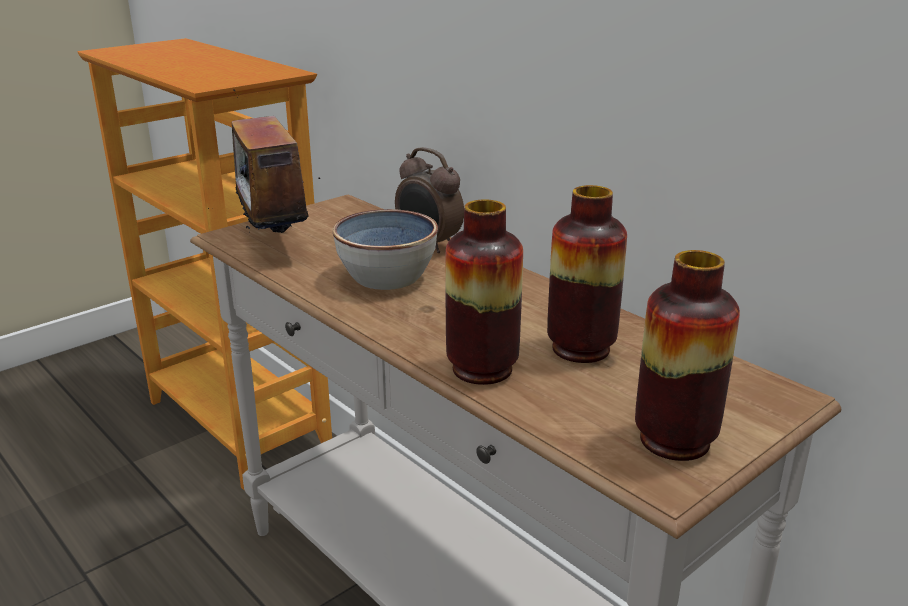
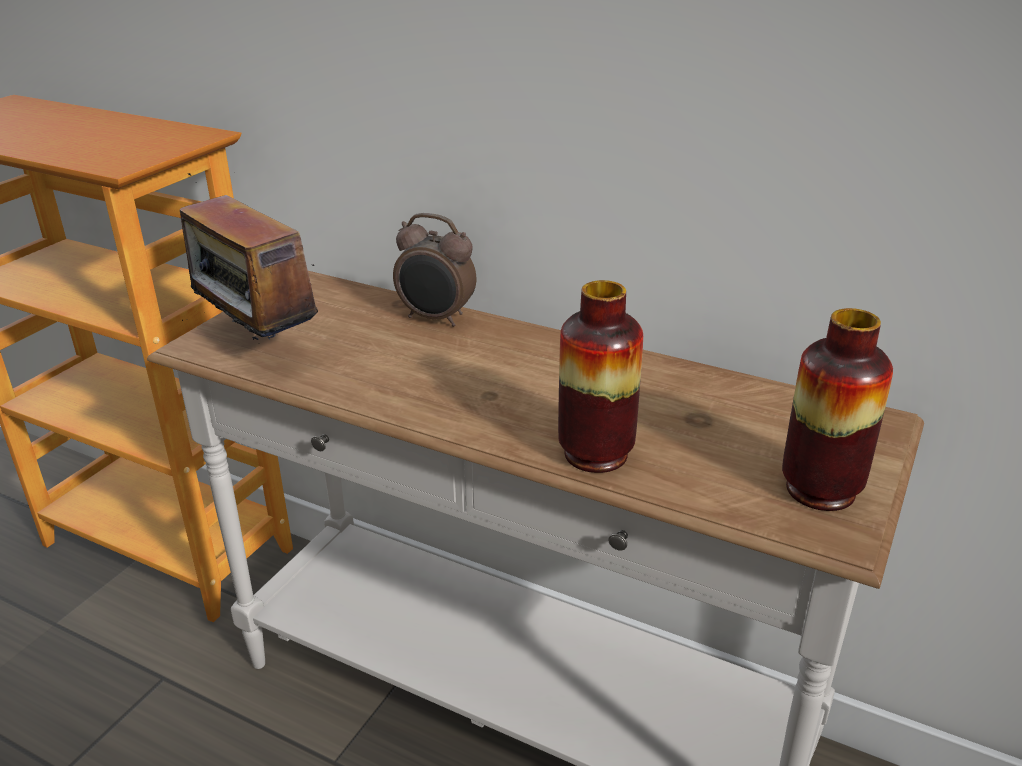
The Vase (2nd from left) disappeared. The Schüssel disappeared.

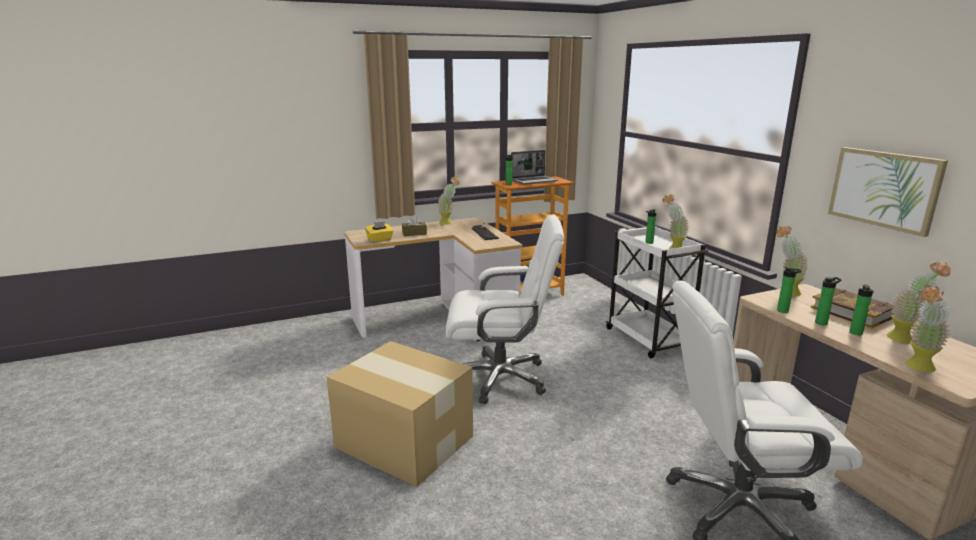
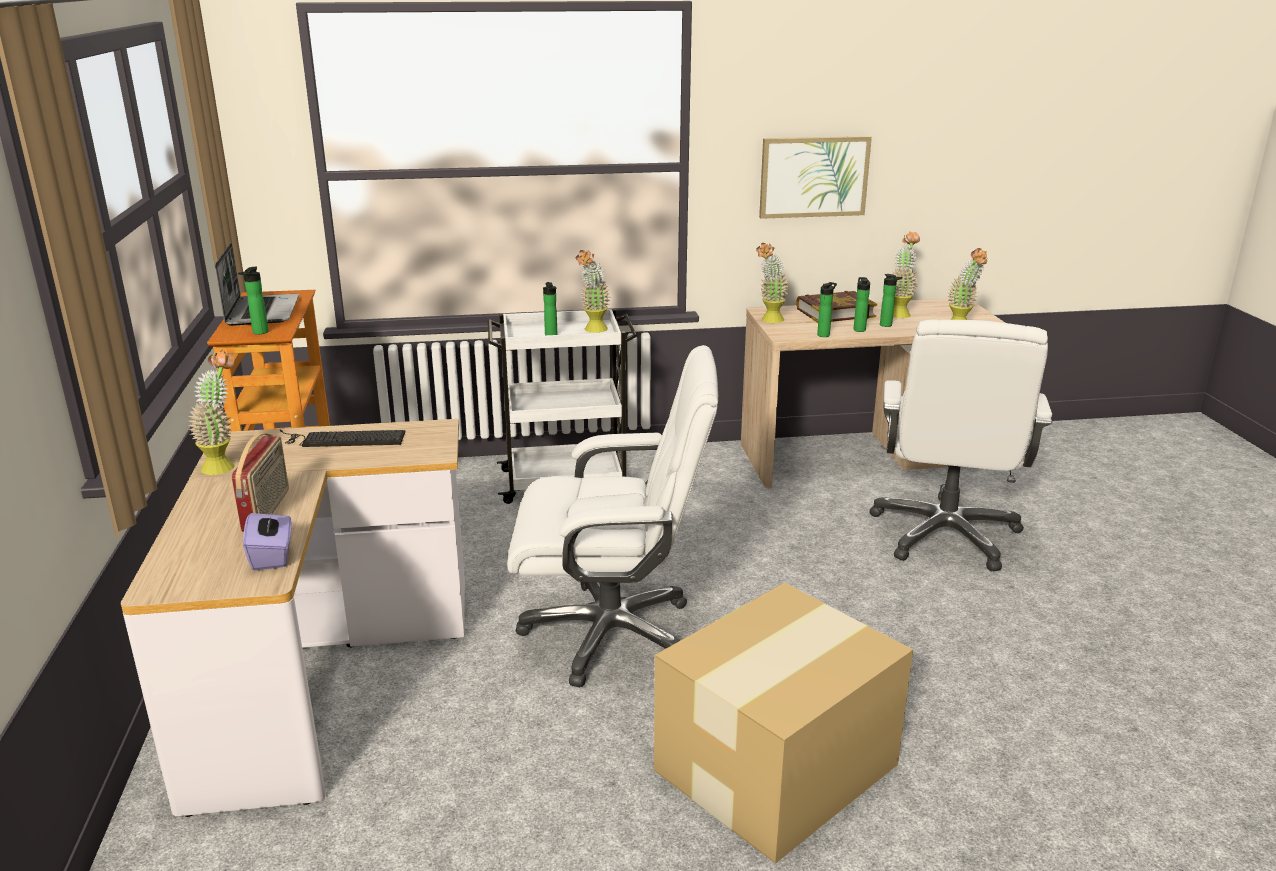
The Bürostuhl/weiß (1st from left) turned 75 degrees clockwise. The Taschentuchbox/braun was replaced by the Radio. The Taschentuchbox/gelb became the Taschentuchbox/lila.

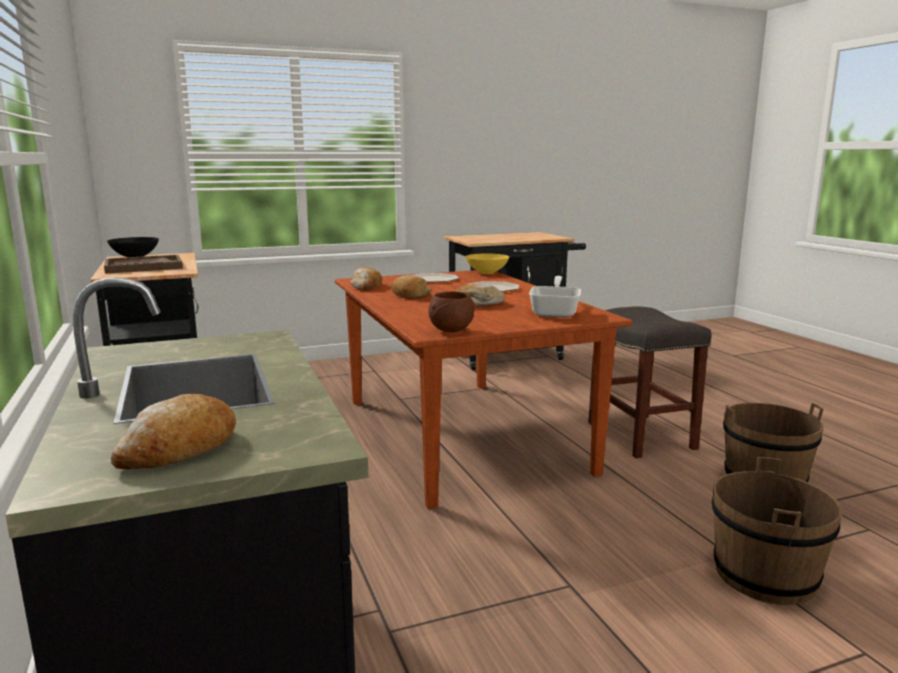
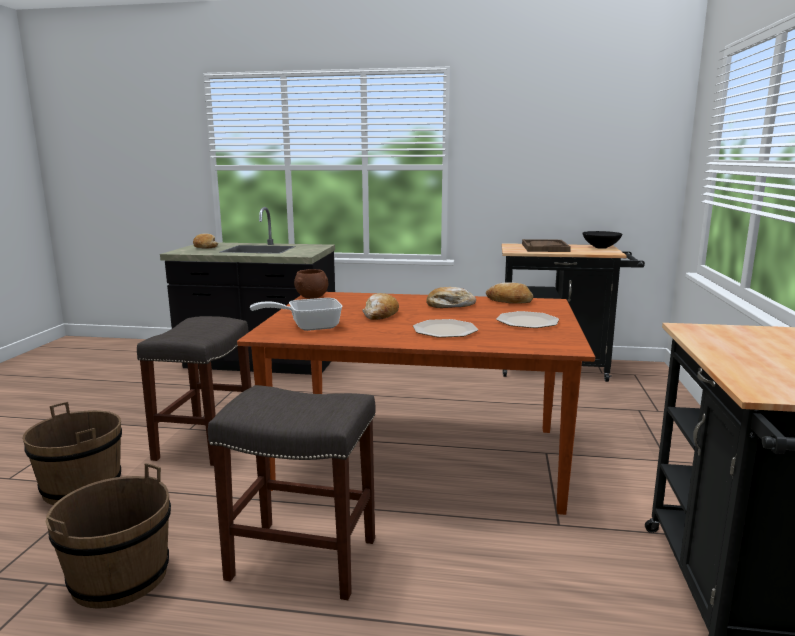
The Schüssel/gelb disappeared. The Pfanne turned 120 degrees clockwise. The Hocker/grau (1st from left) appeared.

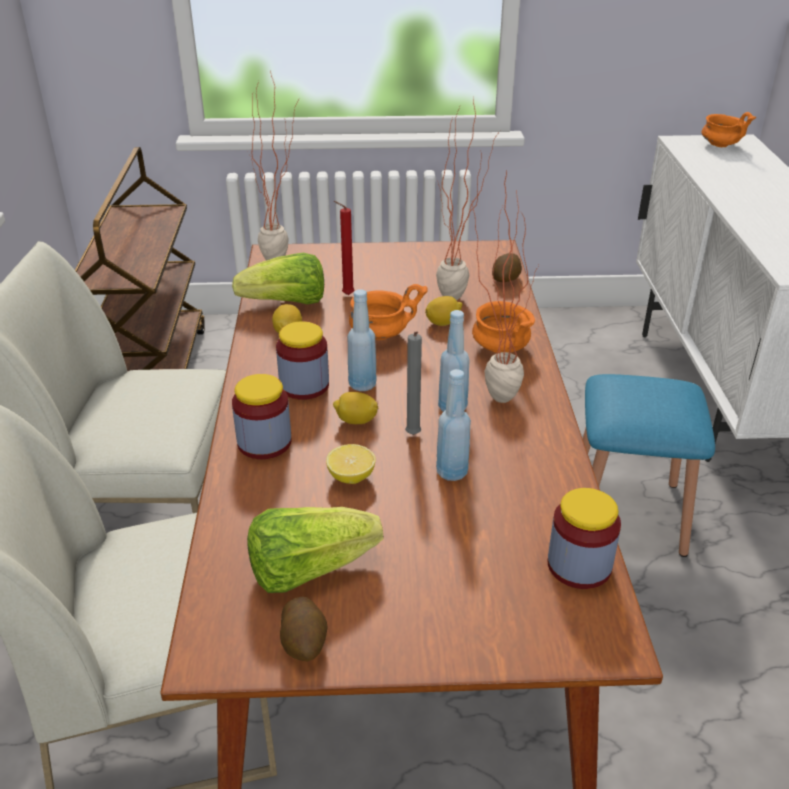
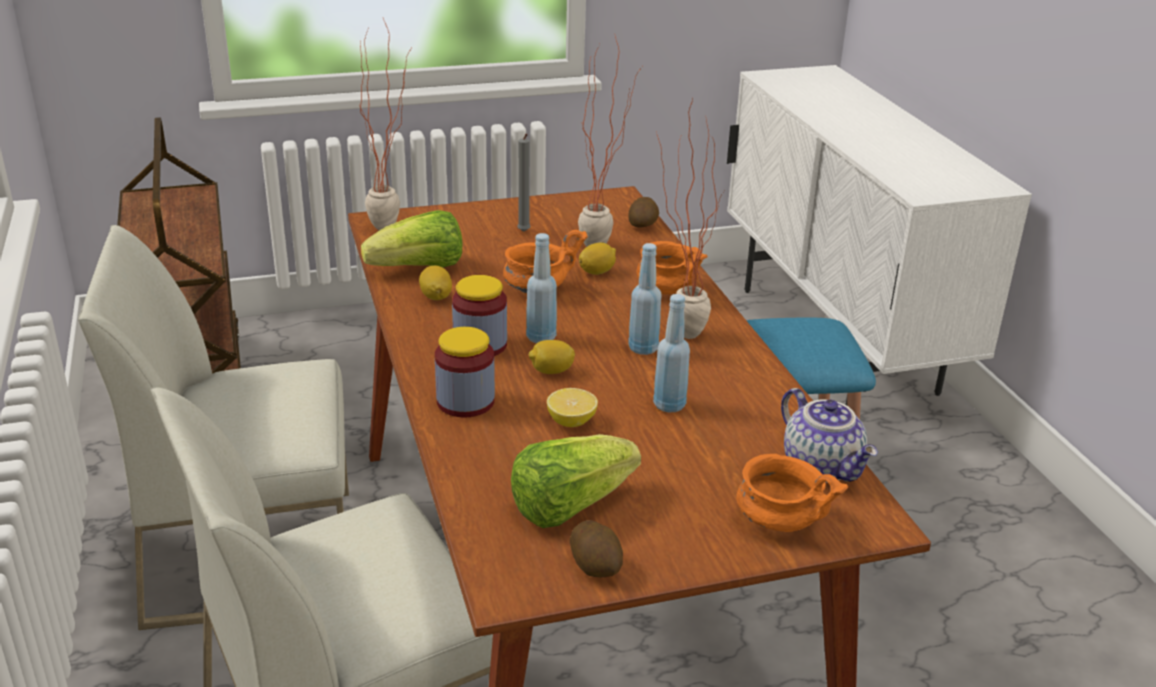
The Schüssel/orange (3rd from left) moved. The Kerze/rot disappeared. The Kerze/grau moved. The Vorratsglas (3rd from left) was replaced by the Teekanne.

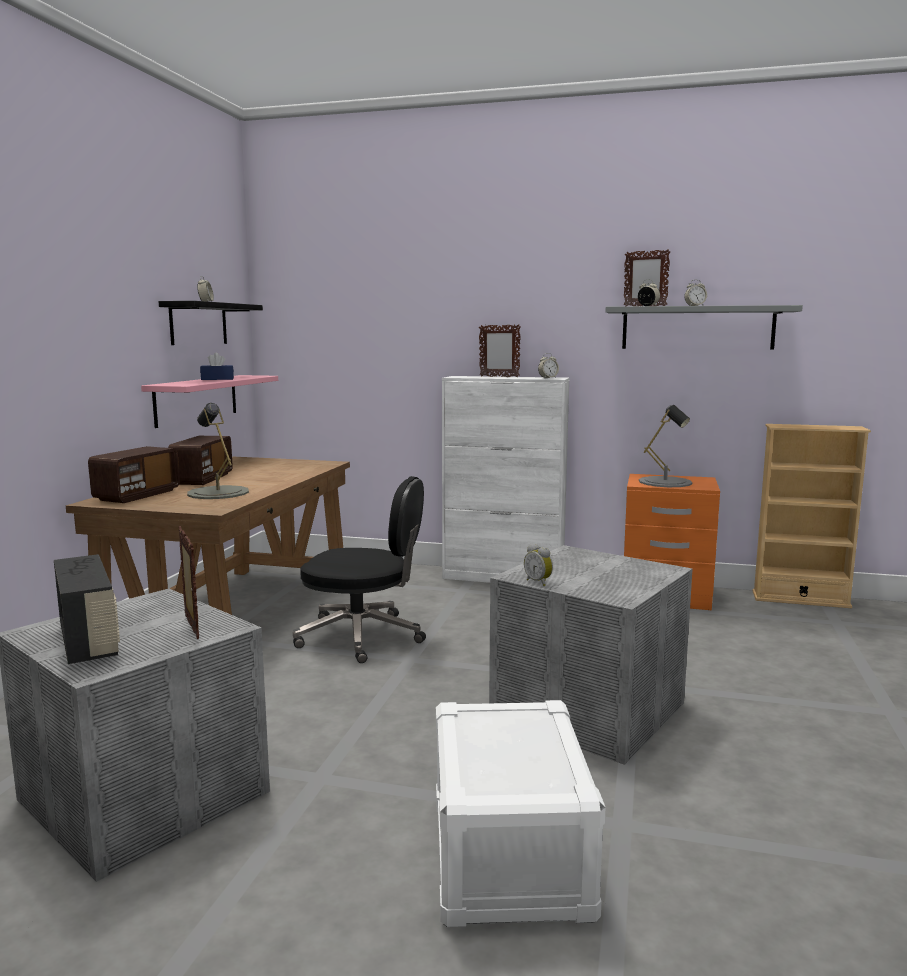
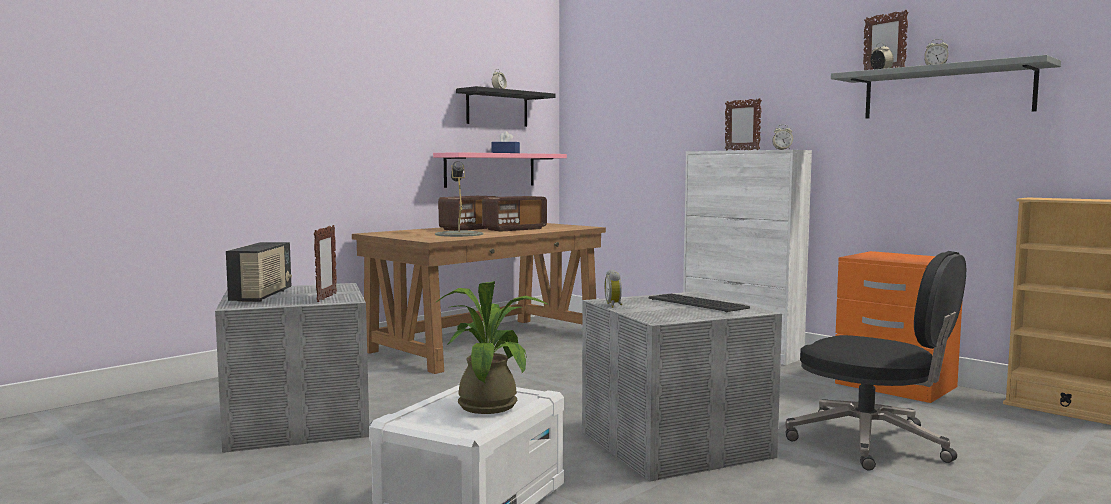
The Tischlampe/grau (2nd from left) disappeared. The Radio (2nd from left in the first image) moved. The Bürostuhl/schwarz moved. The Topfpflanze appeared. The Tastatur appeared.

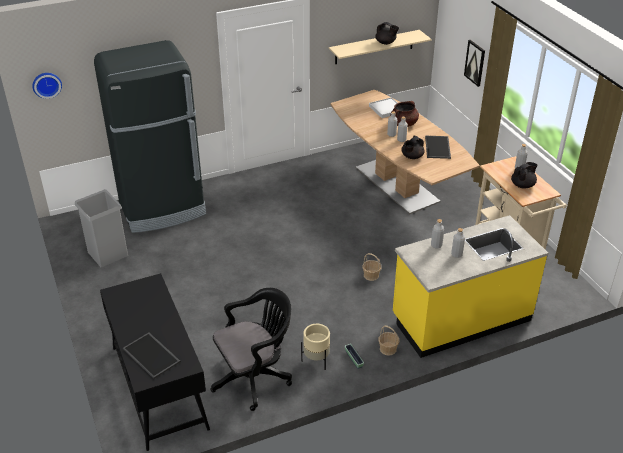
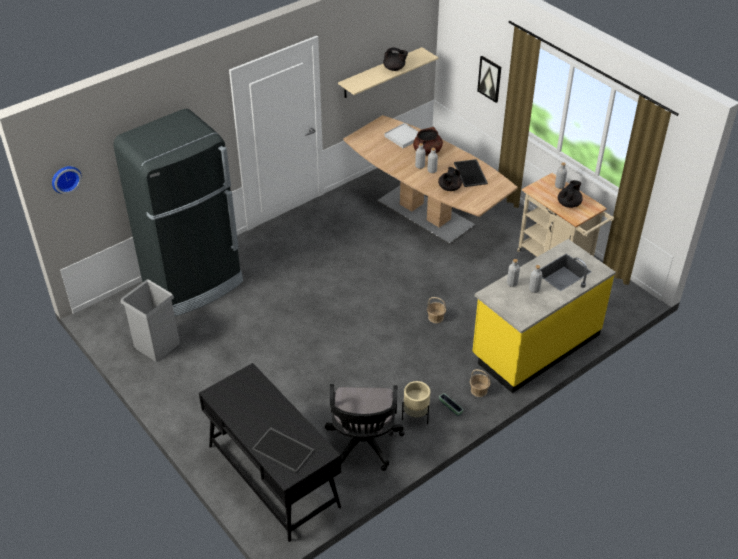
The Bürostuhl/schwarz turned 135 degrees clockwise.

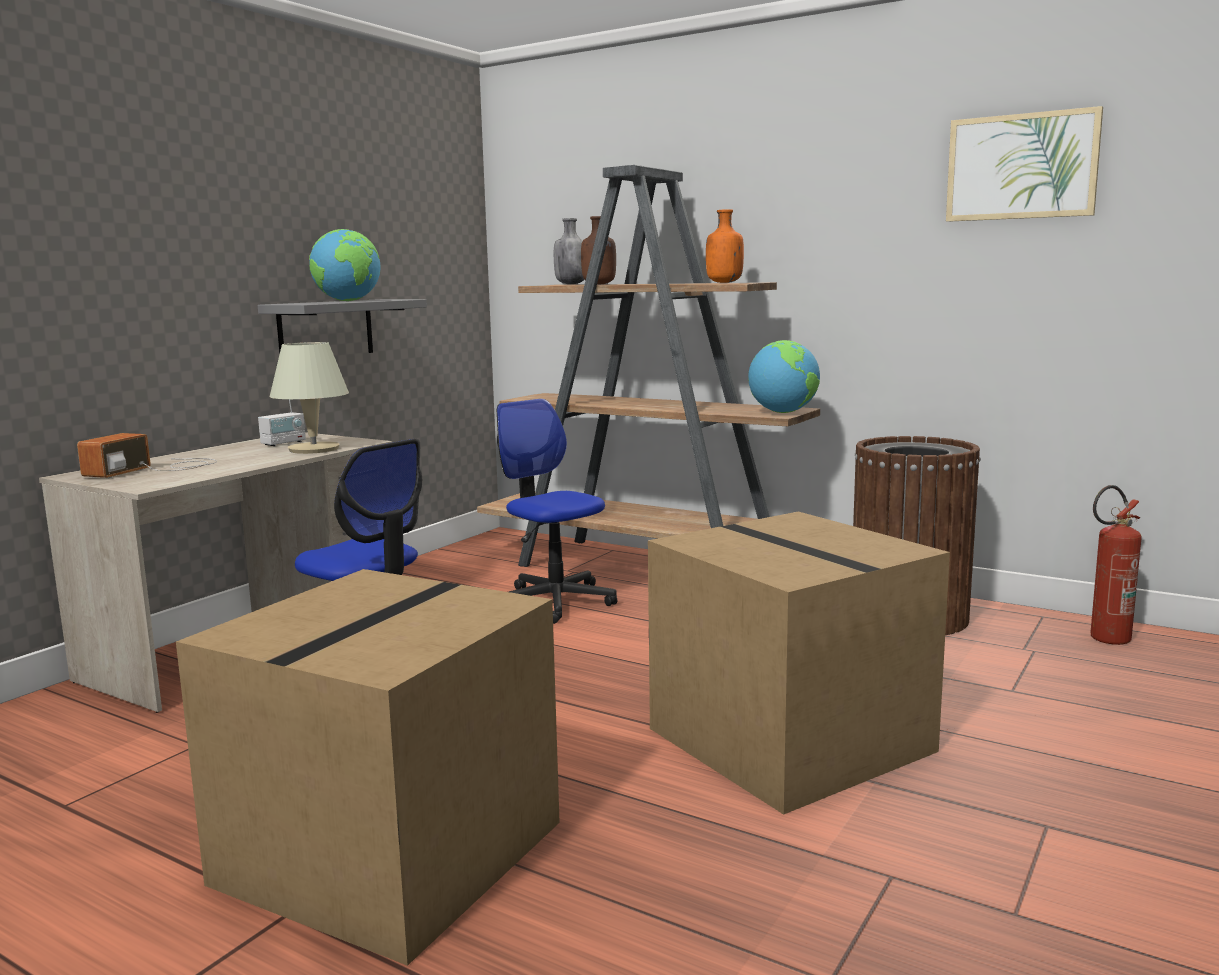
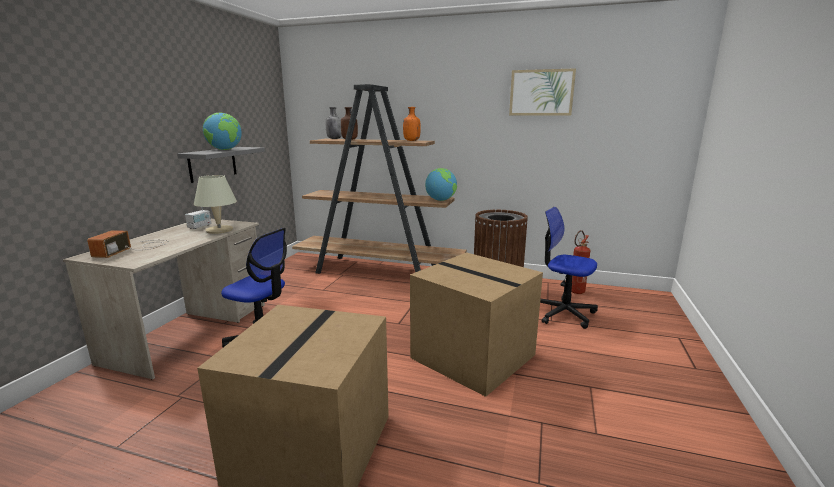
The Bürostuhl (2nd from left) moved.

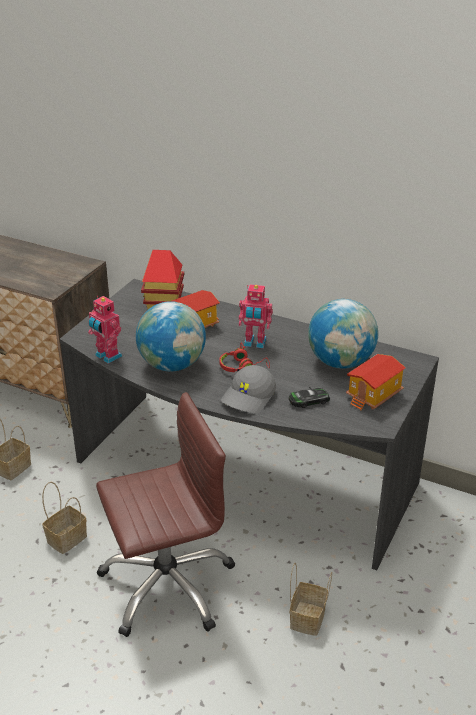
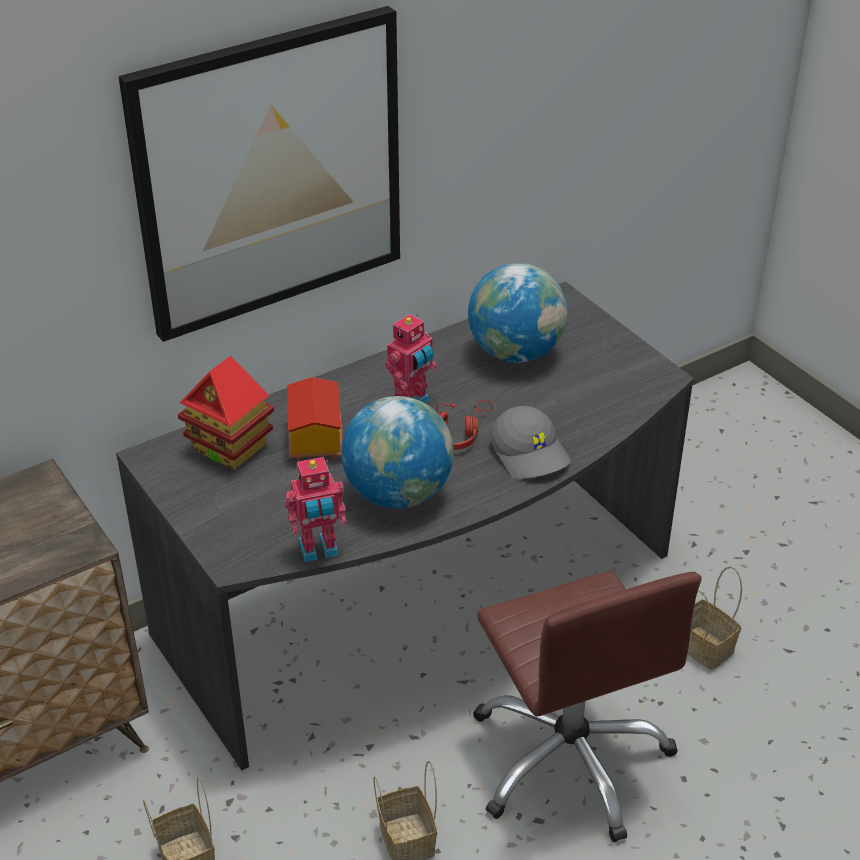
The Spielzeughaus (3rd from left) disappeared. The Spielzeugauto disappeared. The Bürostuhl/braun turned 150 degrees clockwise. The Bild appeared.

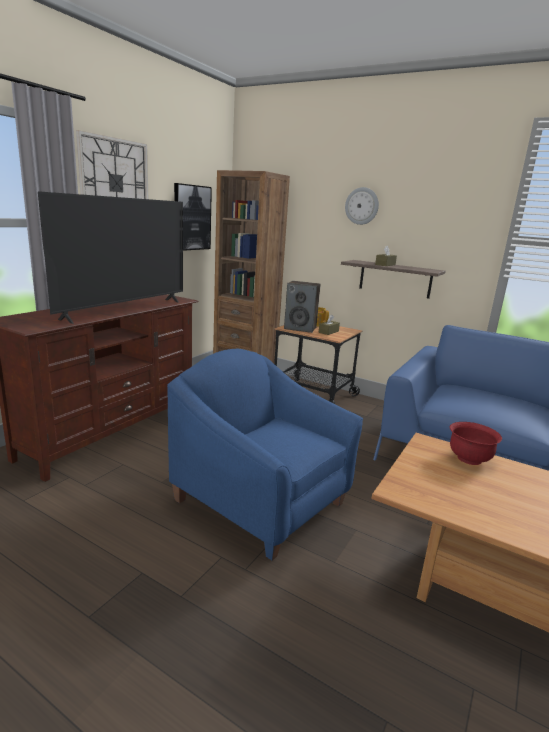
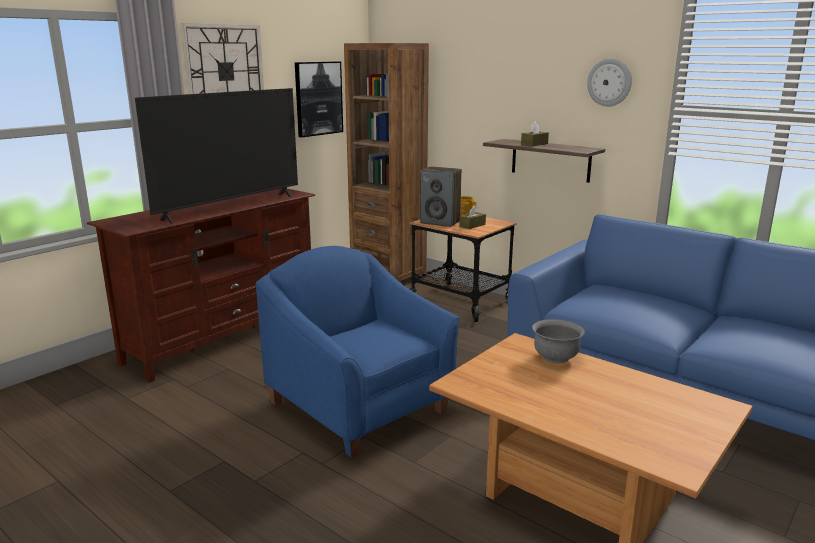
The Wanduhr (2nd from left) moved. The Schüssel/rot became the Schüssel/grau.

